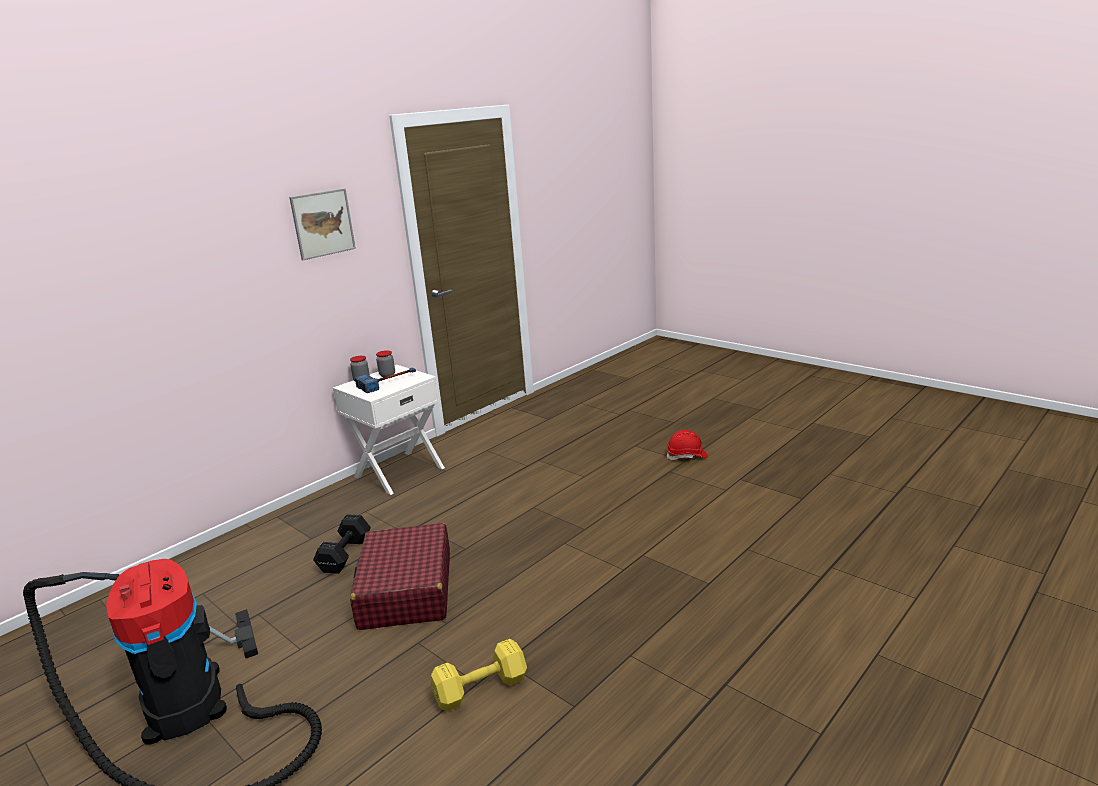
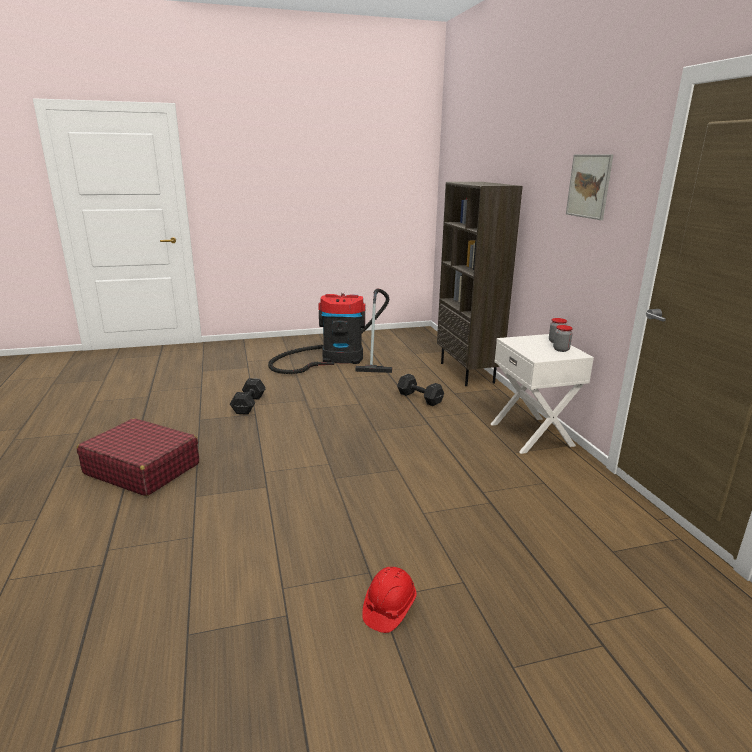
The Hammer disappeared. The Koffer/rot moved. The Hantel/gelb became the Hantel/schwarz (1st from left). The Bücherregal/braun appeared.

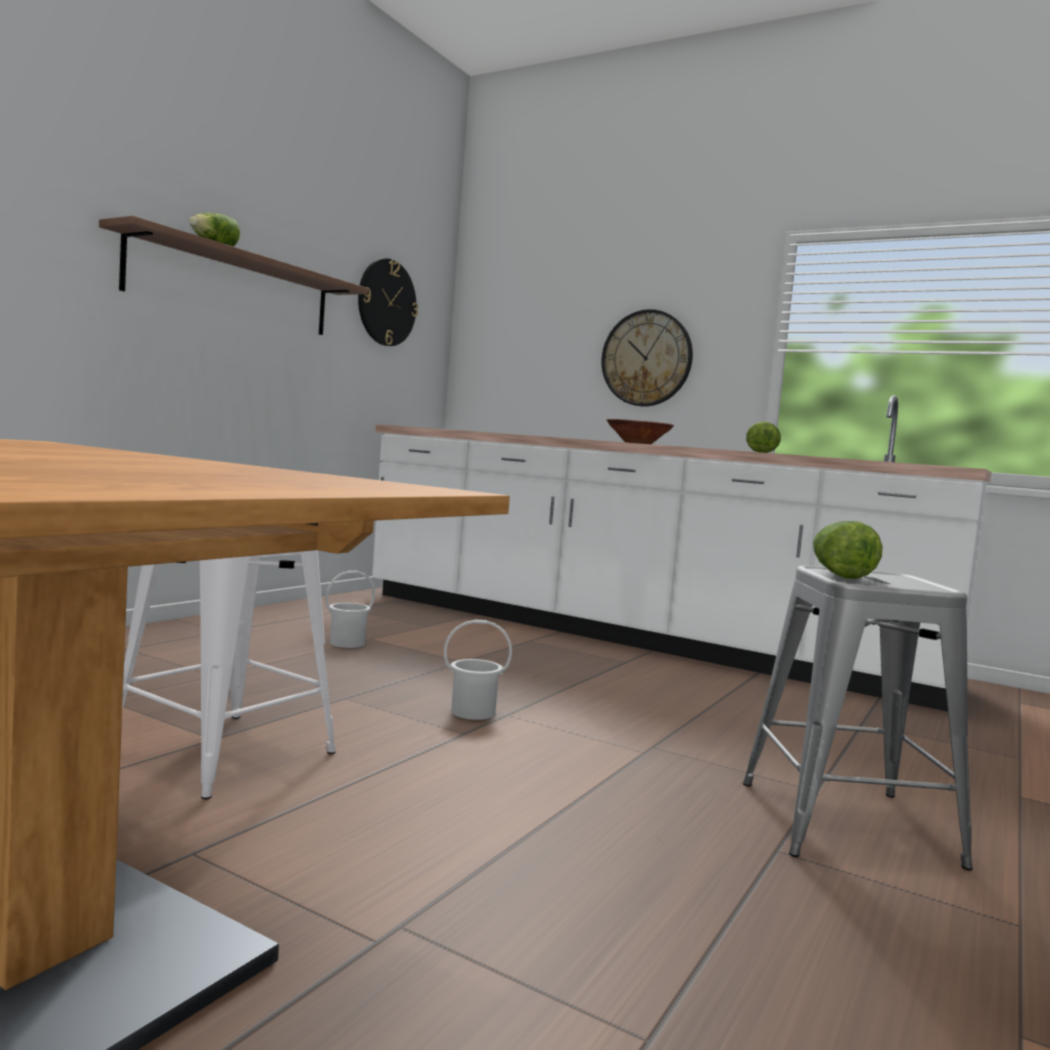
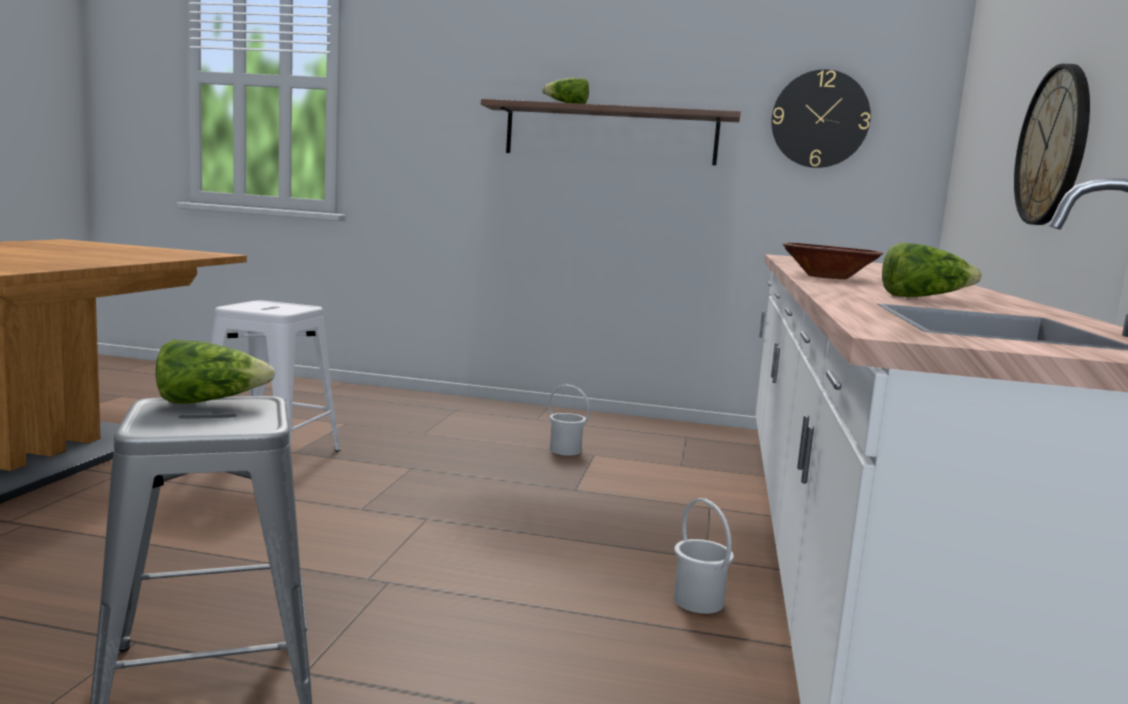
The Eimer/weiß (2nd from left) moved.

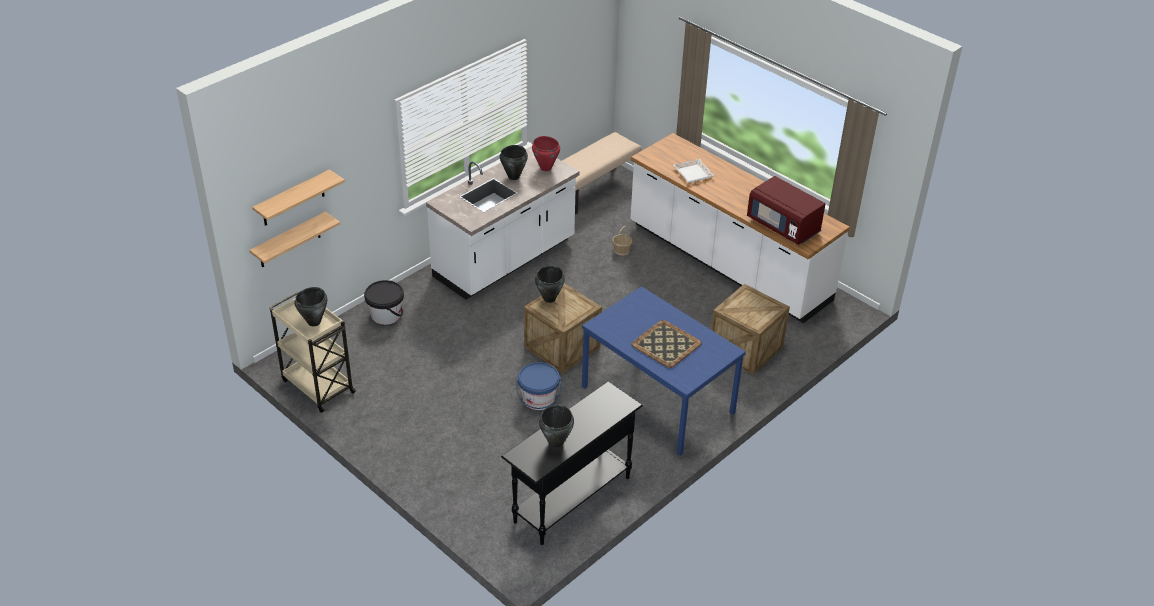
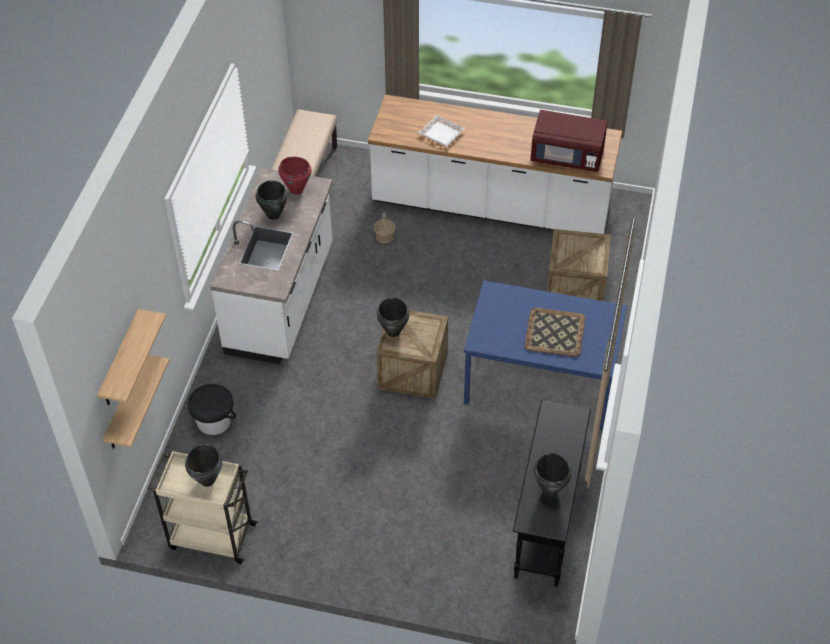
The Eimer/blau disappeared.

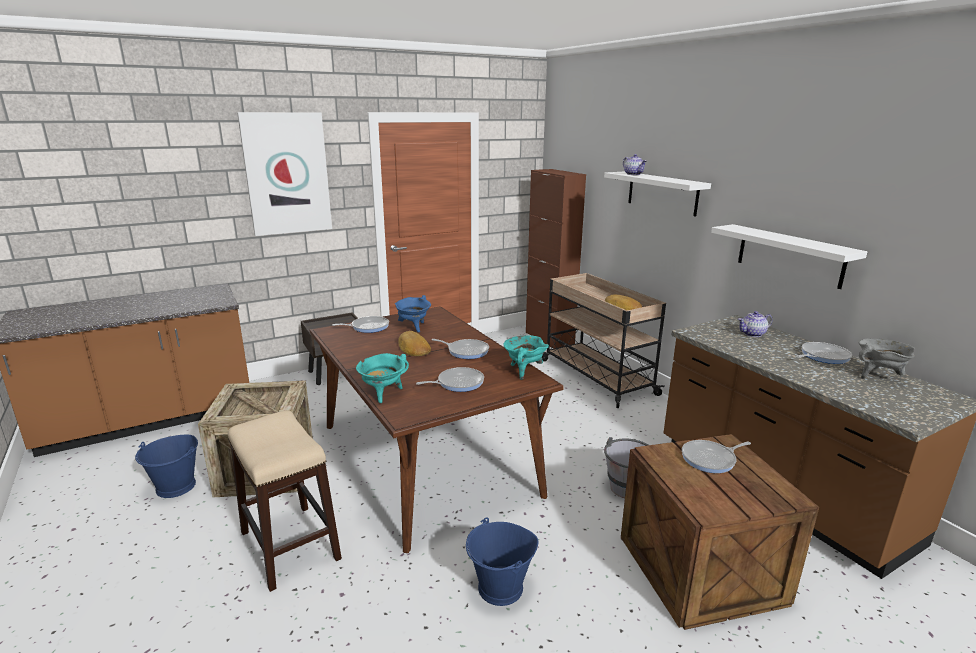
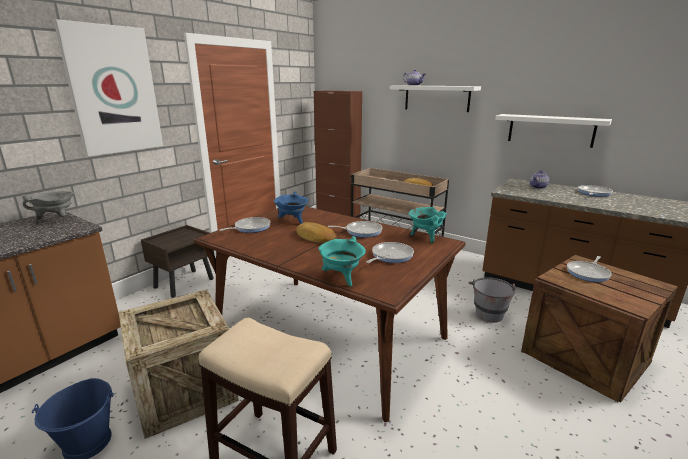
The Kochtopf/grau moved. The Eimer/blau (2nd from left) disappeared.

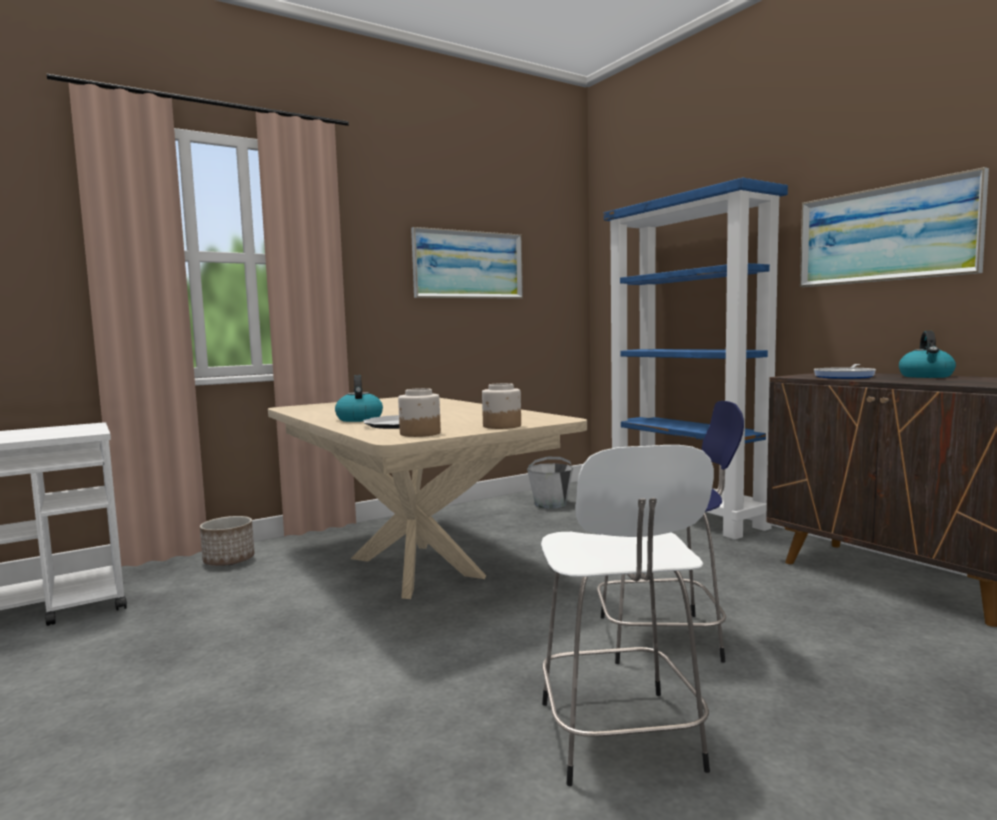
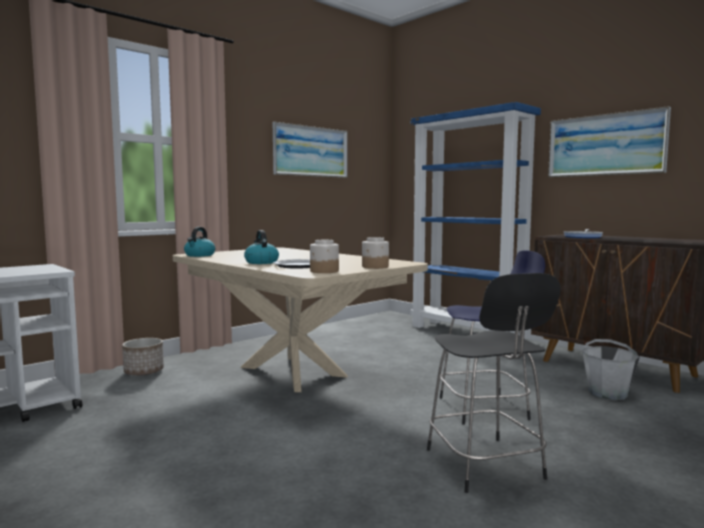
The Wasserkessel (2nd from left in the first image) moved. The Hocker/weiß became the Hocker/schwarz. The Eimer/grau moved.

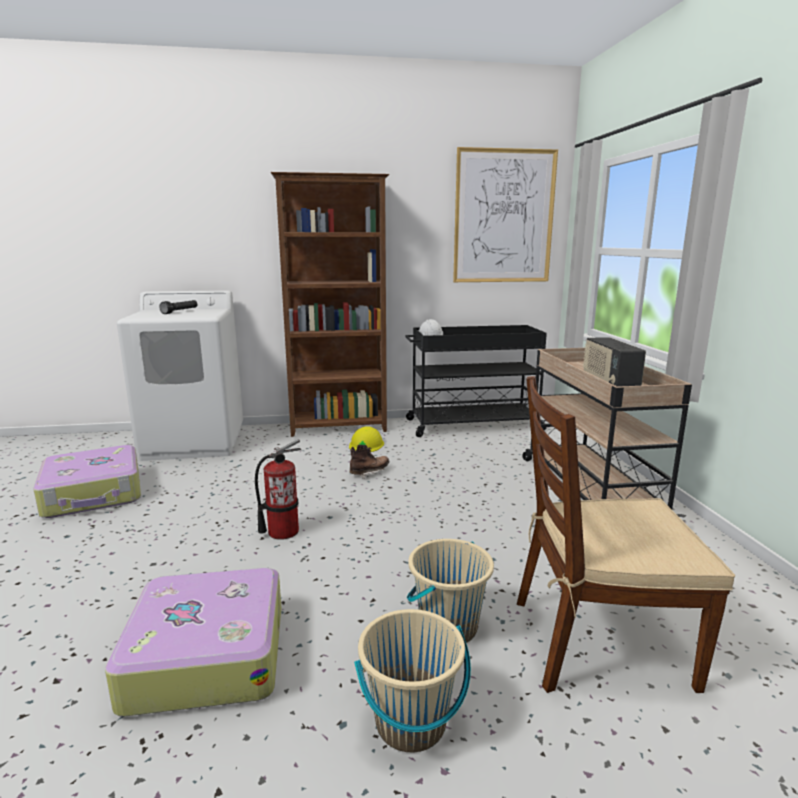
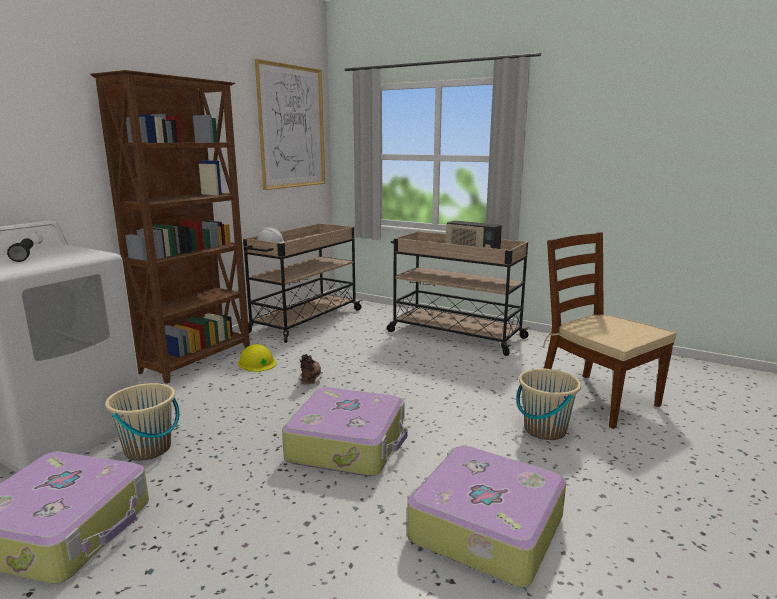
The Rollwagen/schwarz became the Rollwagen/beige (1st from left). The Stuhl/braun turned 105 degrees clockwise. The Feuerlöscher was replaced by the Koffer (2nd from left). The Eimer/beige (1st from left) moved.

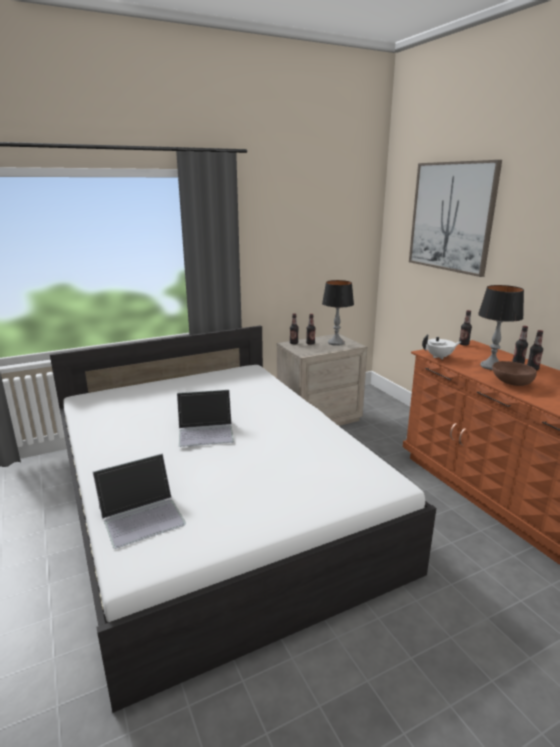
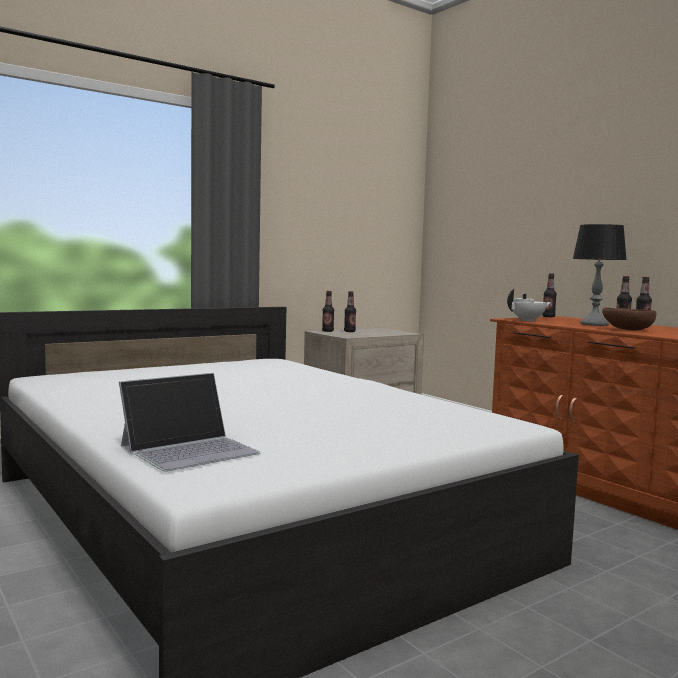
The Bild disappeared. The Tischlampe (1st from left) disappeared. The Laptop (2nd from left) disappeared.

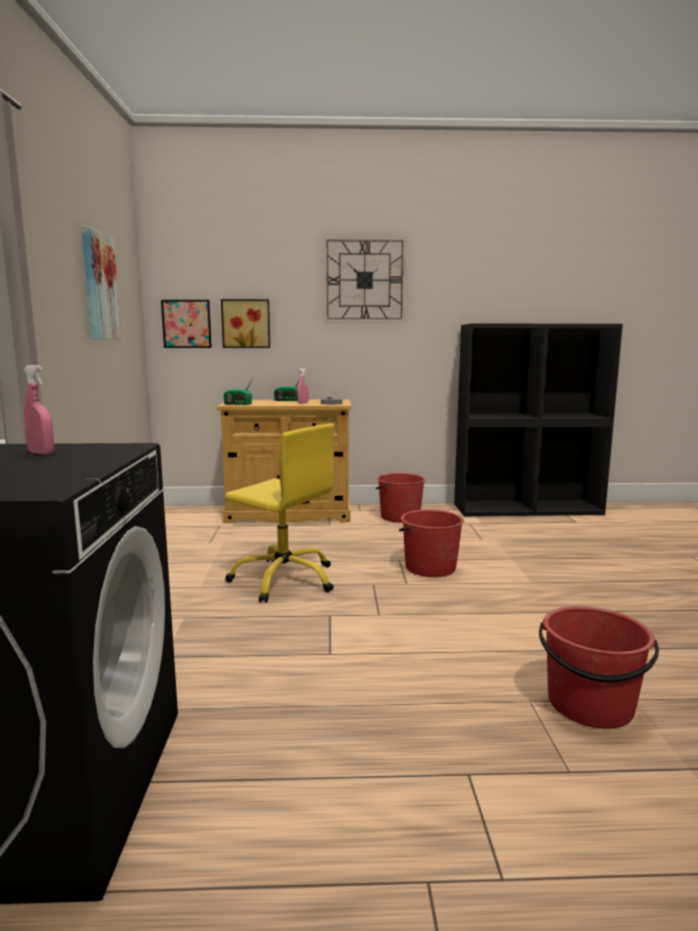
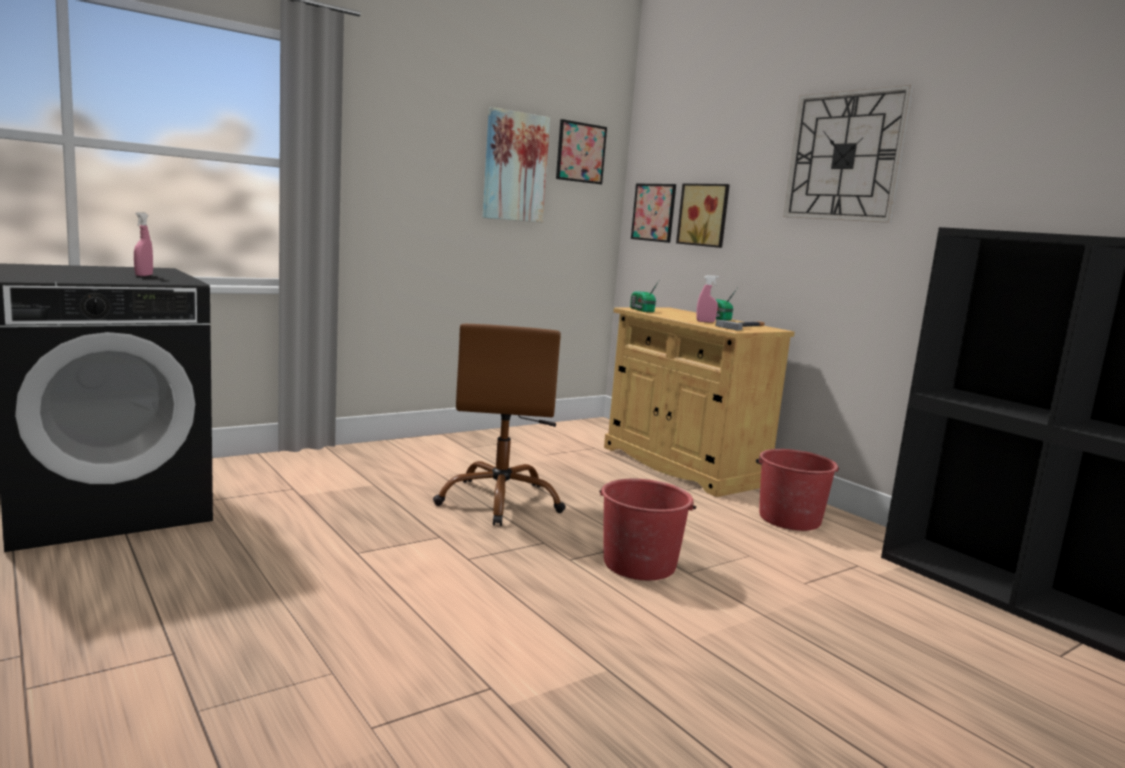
The Bürostuhl/gelb became the Bürostuhl/braun. The Eimer/rot (3rd from left) disappeared. The Bild (2nd from left) appeared.

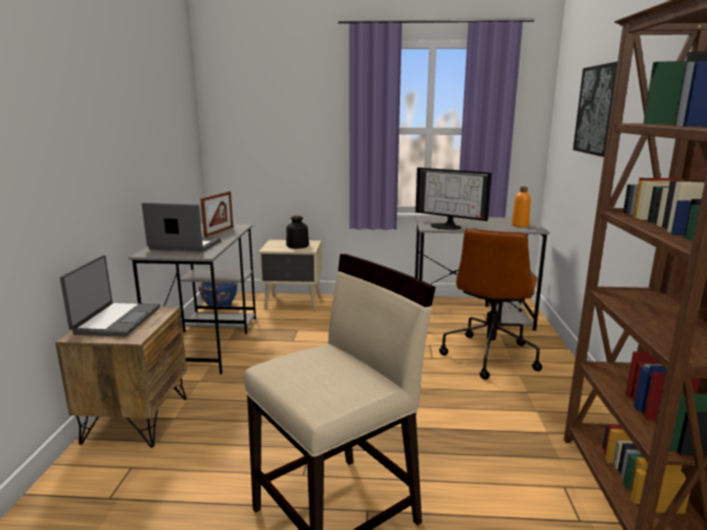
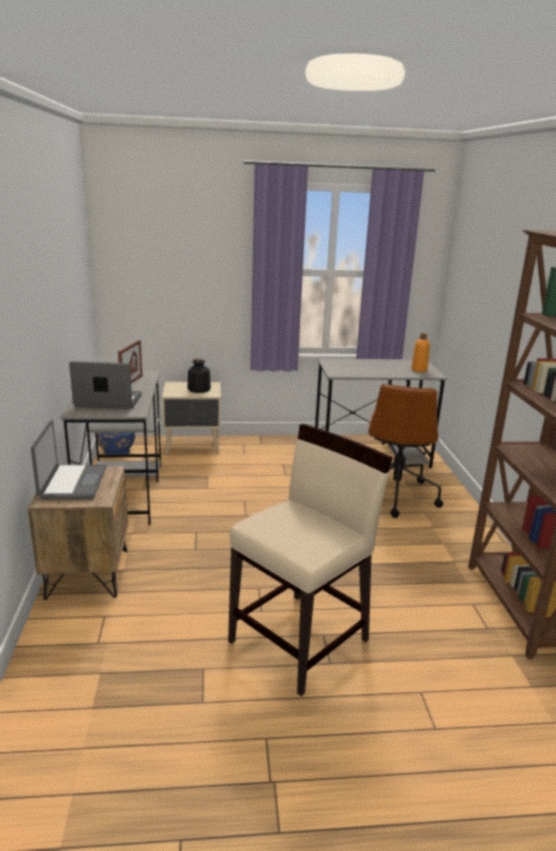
The Bild disappeared. The Monitor disappeared.

